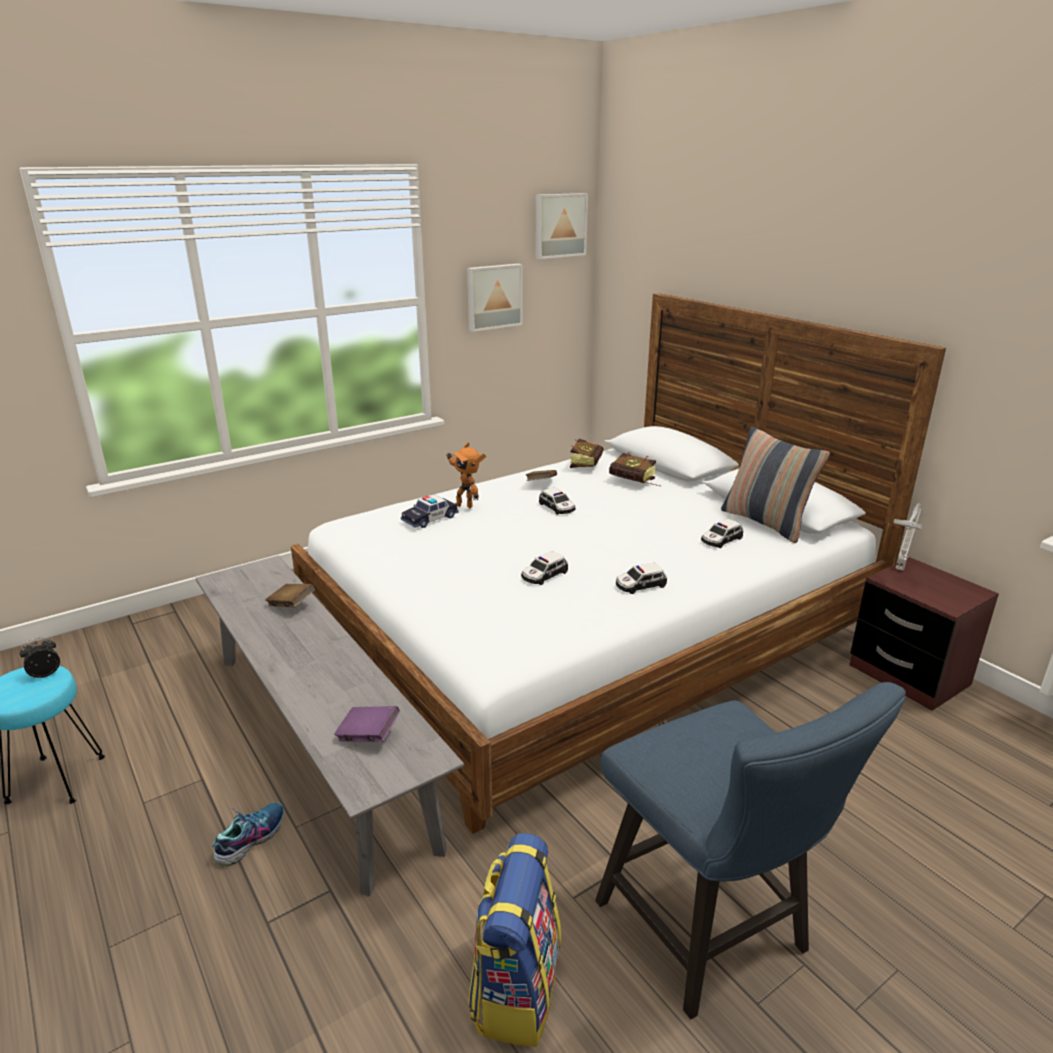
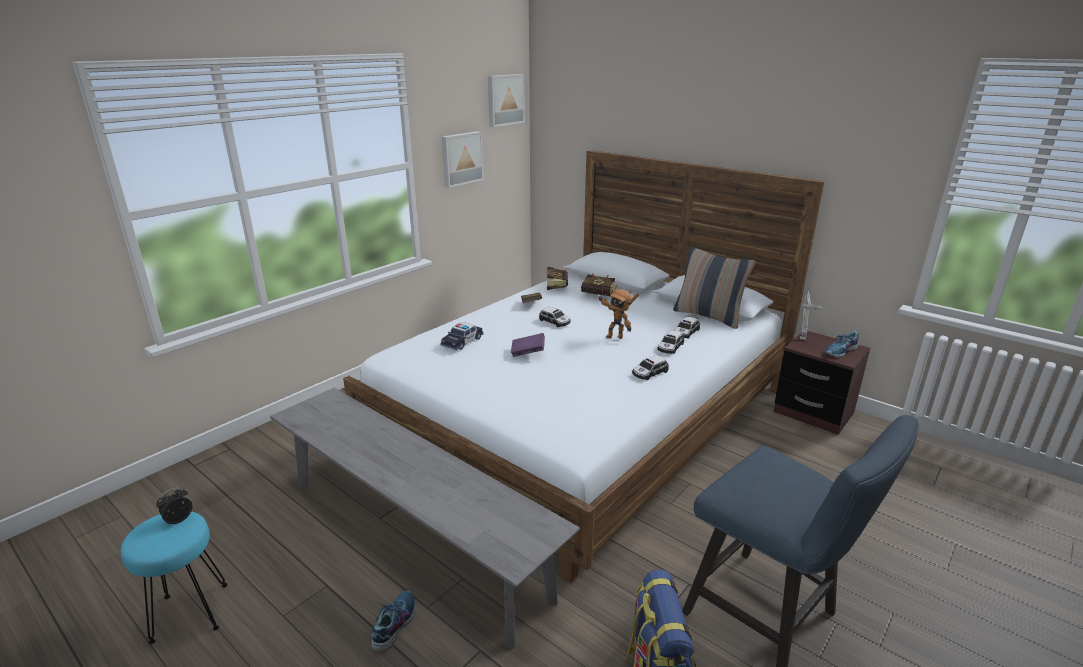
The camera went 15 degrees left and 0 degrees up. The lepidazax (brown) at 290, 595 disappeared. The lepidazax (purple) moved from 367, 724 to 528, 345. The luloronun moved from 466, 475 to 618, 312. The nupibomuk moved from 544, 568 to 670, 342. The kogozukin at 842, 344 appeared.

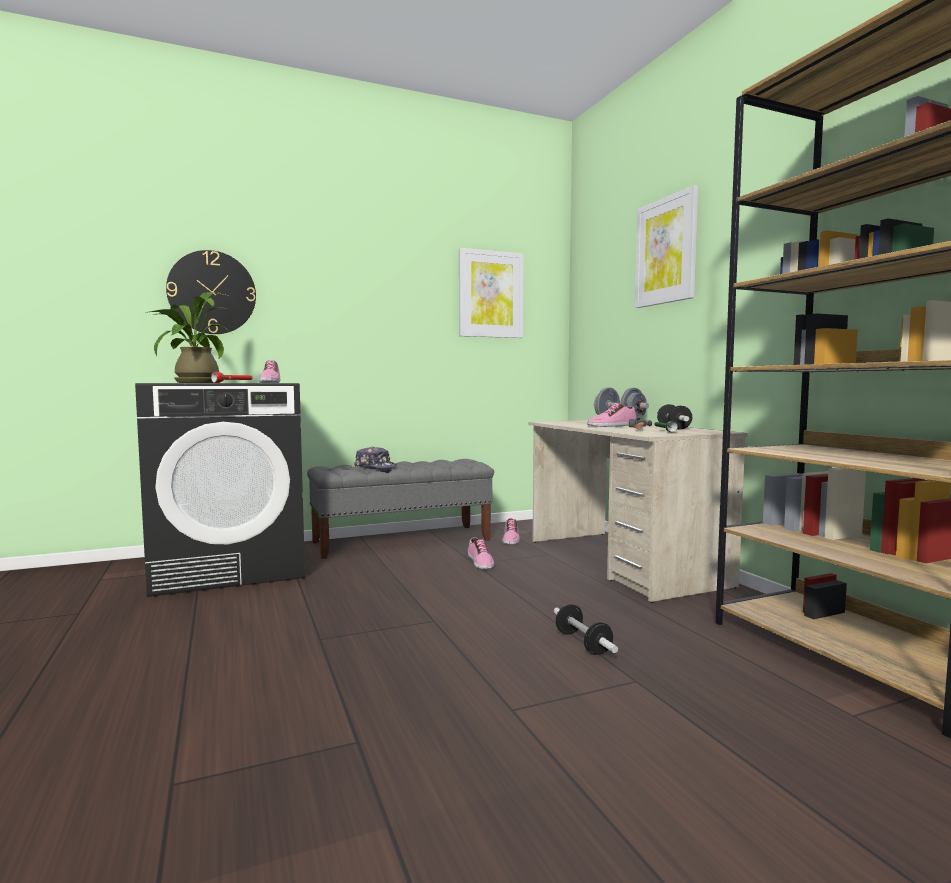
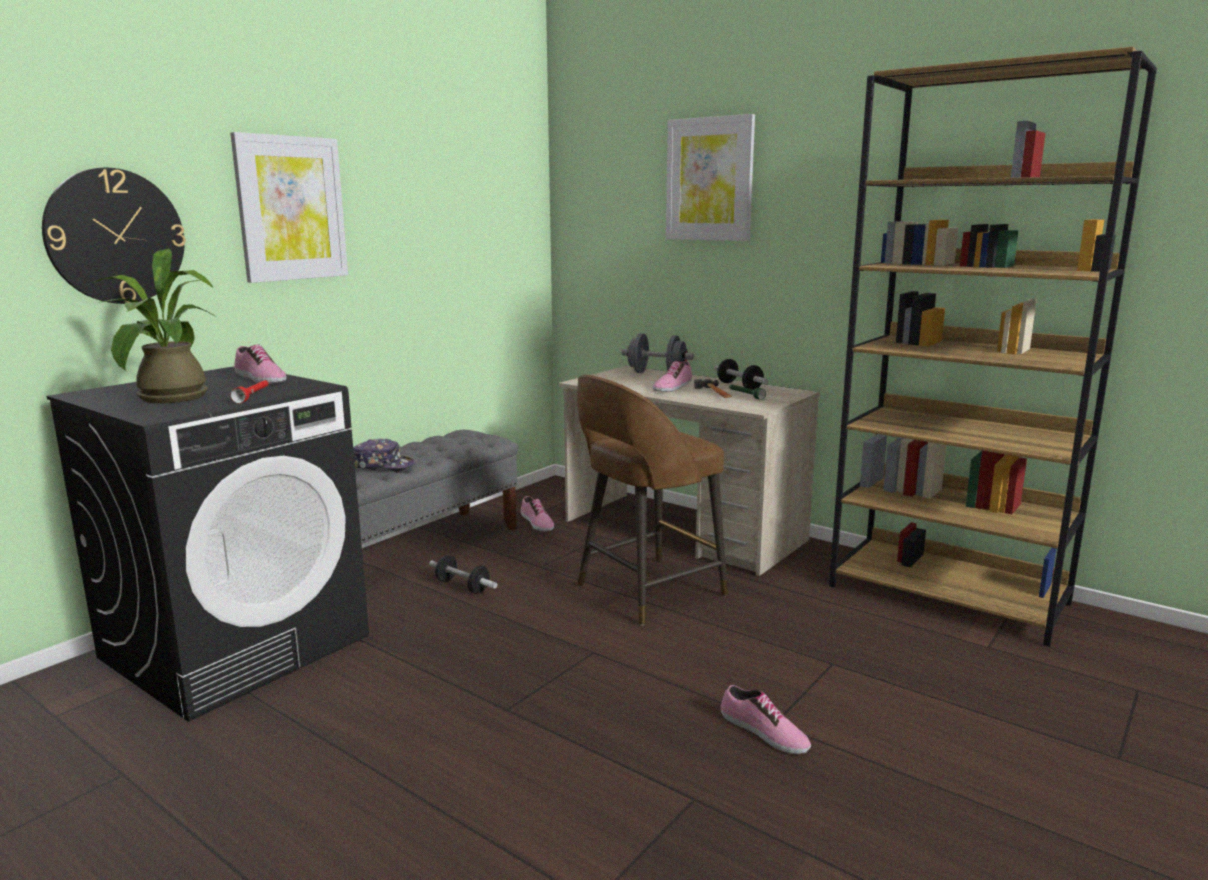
The camera went 30 degrees left and 10 degrees up. The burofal moved from 491, 293 to 289, 207. The kogozukin moved from 481, 553 to 766, 719. The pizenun moved from 586, 629 to 463, 574. The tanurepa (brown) at 652, 500 appeared.

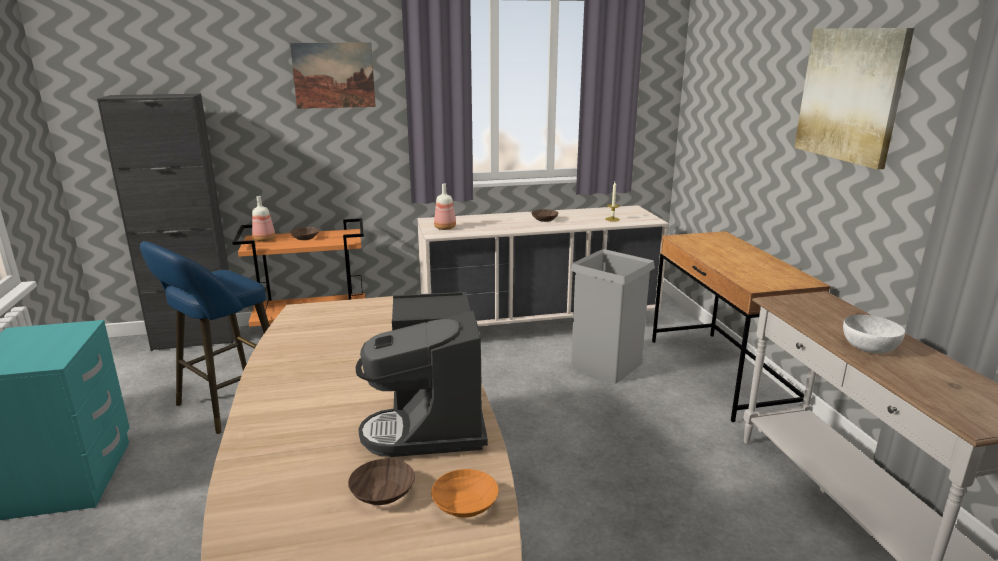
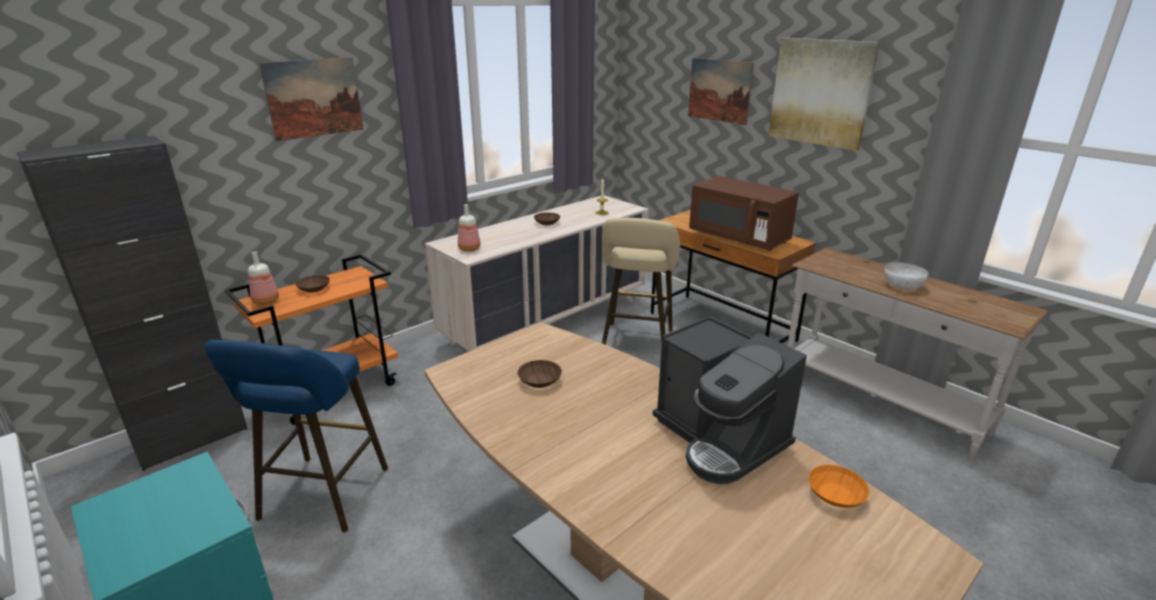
The camera went 30 degrees left and 5 degrees up. The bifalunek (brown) moved from 381, 482 to 540, 374. The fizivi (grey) at 613, 316 was replaced by the tanurepa (beige) at 641, 281. The burofal at 721, 91 appeared. The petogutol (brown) at 744, 213 appeared.

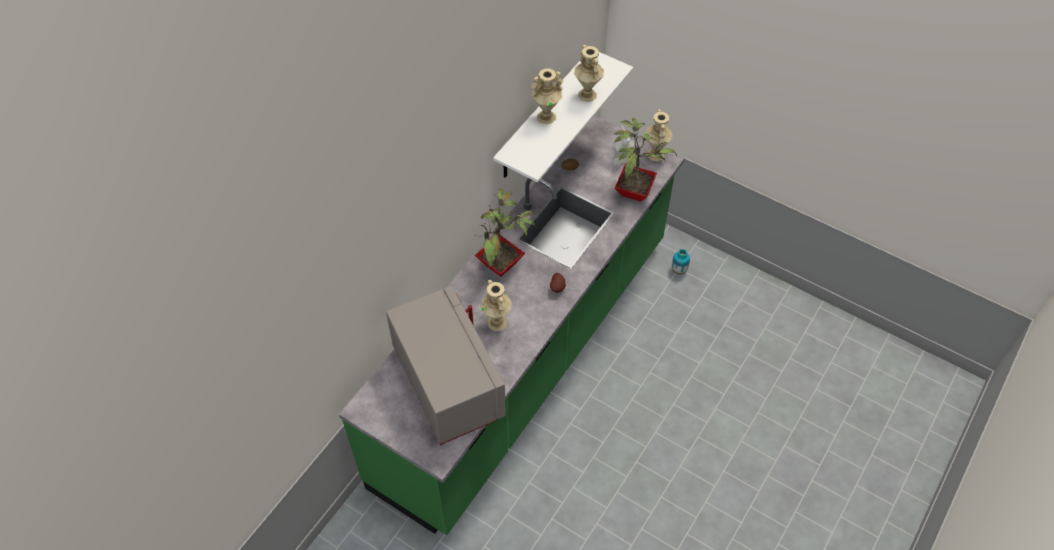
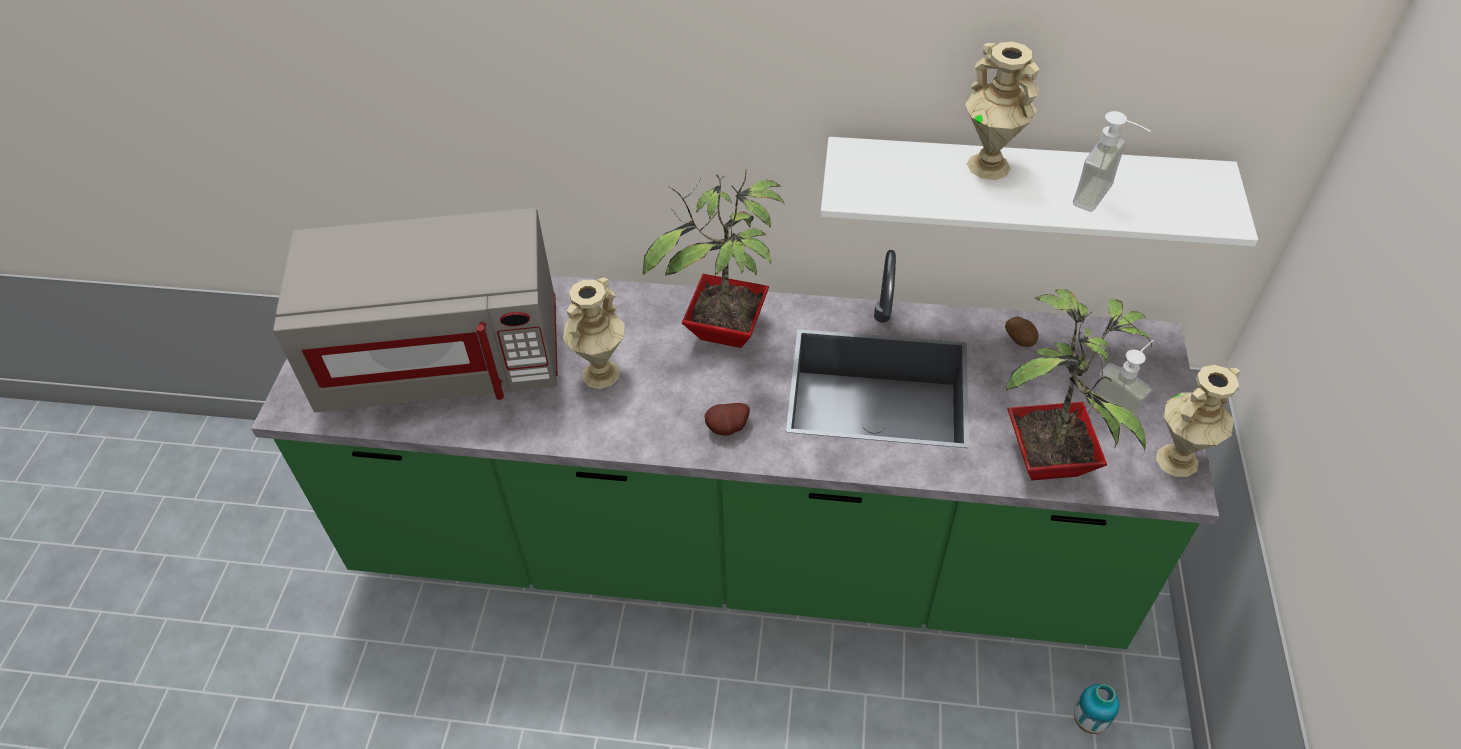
The camera went 65 degrees right and 5 degrees down. The petogutol (grey) at 446, 365 turned 45 degrees clockwise. The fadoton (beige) at 589, 73 was replaced by the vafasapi at 1112, 161.

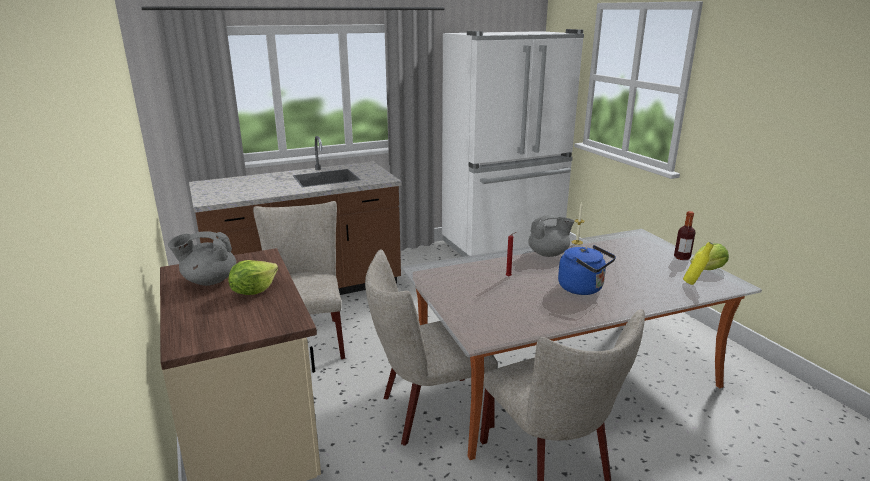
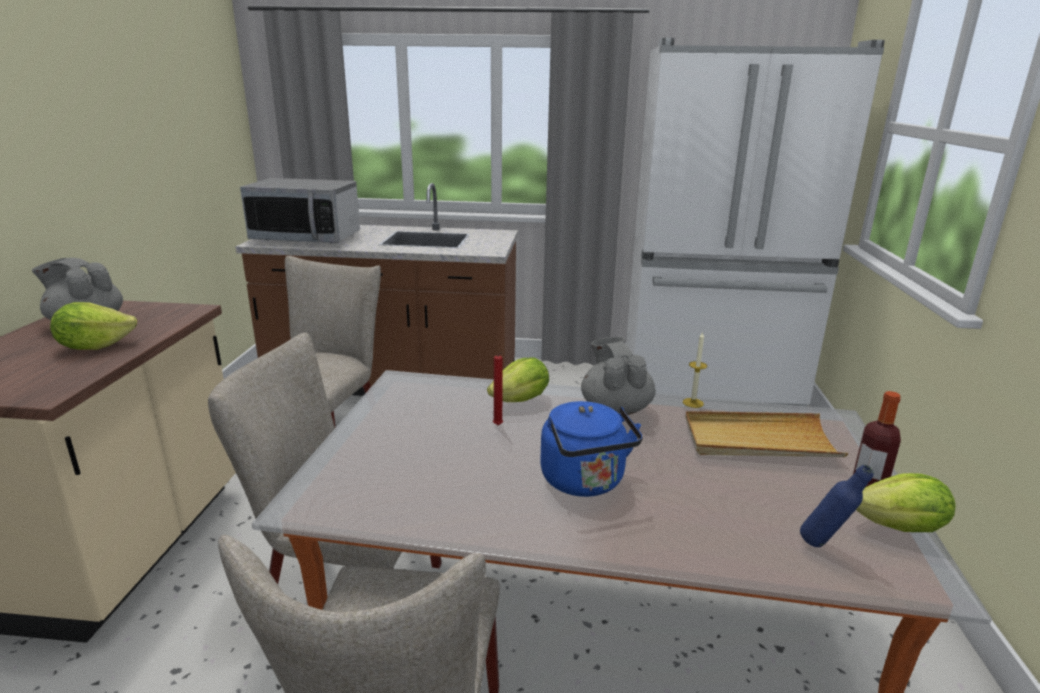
The camera went 30 degrees right and 0 degrees up. The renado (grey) at 551, 236 turned 120 degrees counterclockwise. The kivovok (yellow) at 698, 263 became the kivovok (blue) at 837, 506. The petogutol at 300, 210 appeared. The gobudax at 518, 380 appeared. The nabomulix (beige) at 766, 434 appeared.

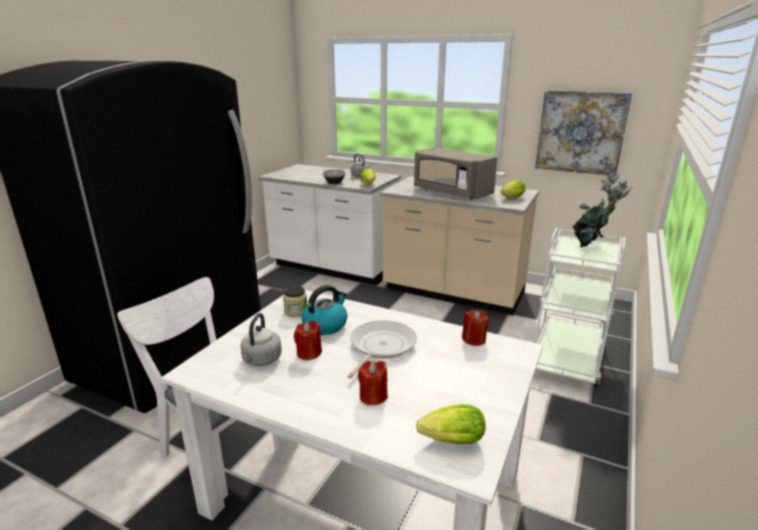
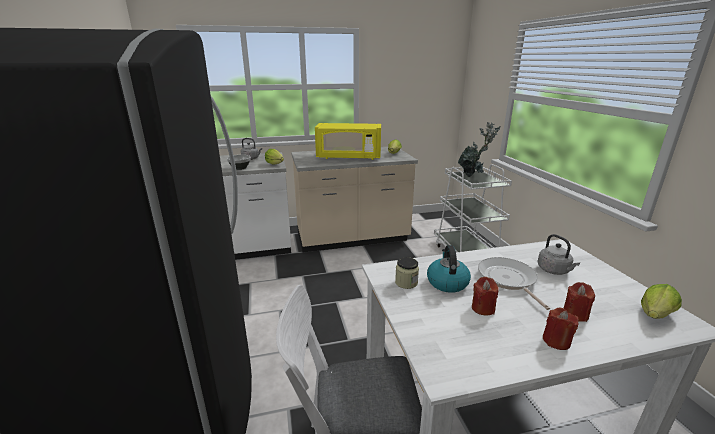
The camera went 40 degrees left and 0 degrees up. The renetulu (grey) moved from 261, 339 to 558, 254. The petogutol (grey) at 456, 173 became the petogutol (yellow) at 348, 141. The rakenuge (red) moved from 475, 328 to 561, 329. The burofal at 583, 133 disappeared.

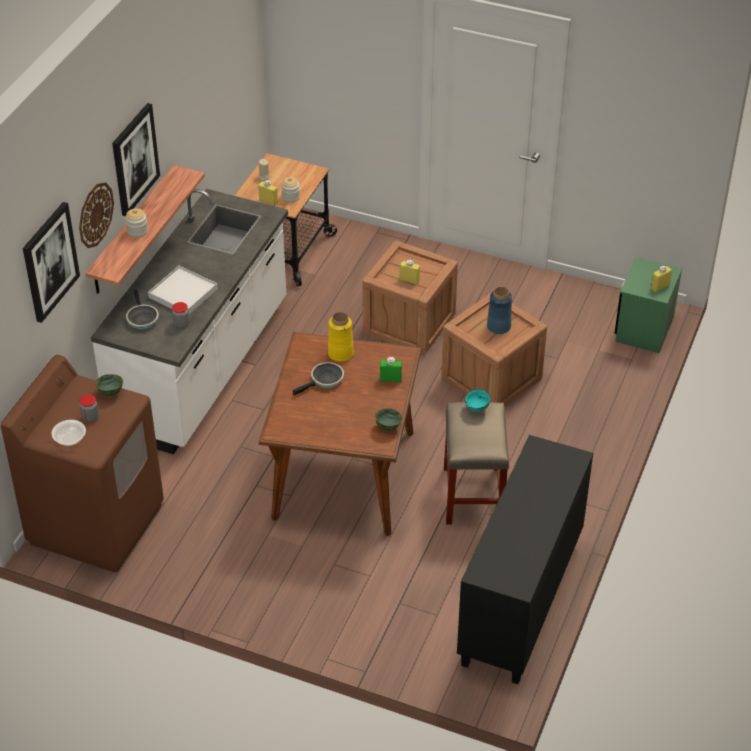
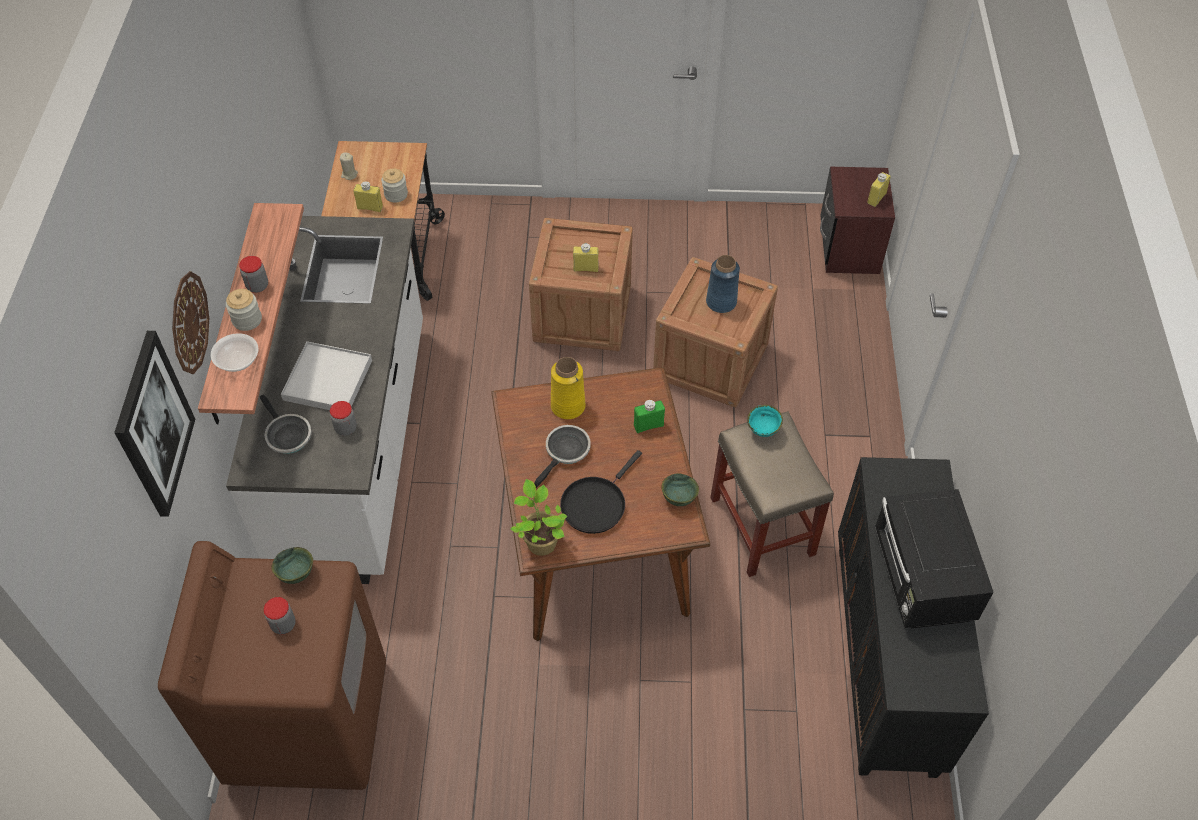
The camera went 20 degrees left and 10 degrees up. The bifalunek moved from 69, 433 to 234, 352. The burofal at 136, 159 disappeared. The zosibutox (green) at 648, 305 became the zosibutox (brown) at 857, 220. The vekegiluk at 253, 274 appeared. The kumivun at 538, 517 appeared. The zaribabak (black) at 601, 492 appeared. The petogutol (black) at 934, 558 appeared.

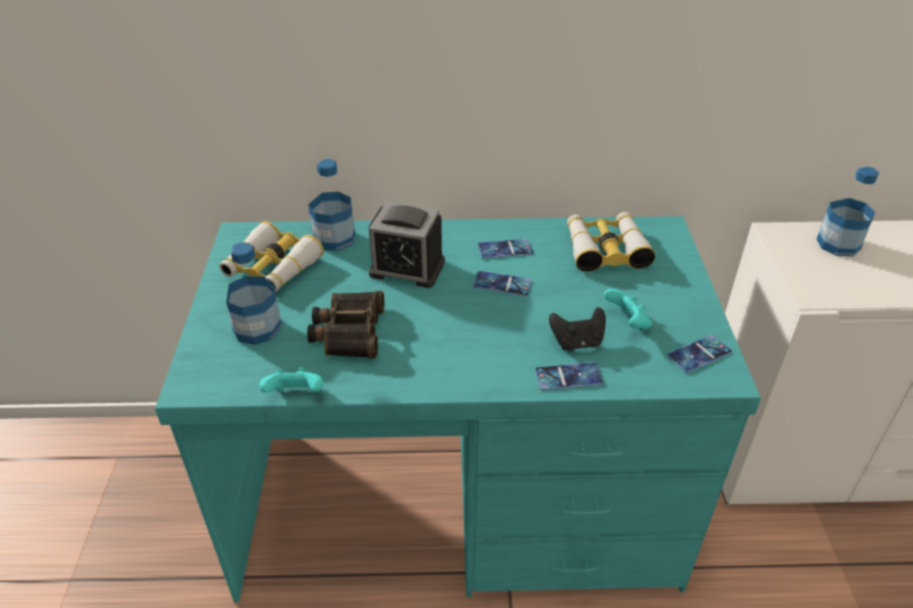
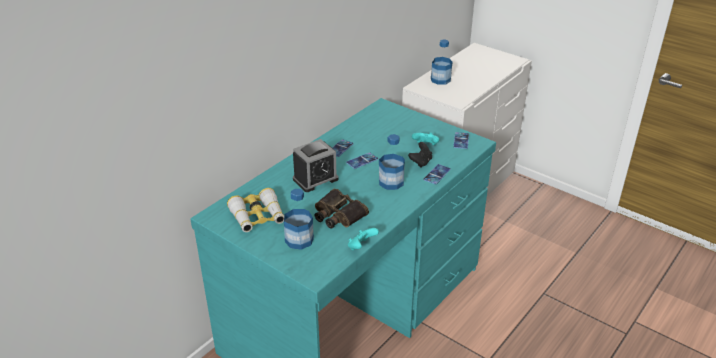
The camera went 50 degrees left and 5 degrees down. The kivovok moved from 331, 205 to 392, 162. The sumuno at 611, 242 disappeared.

